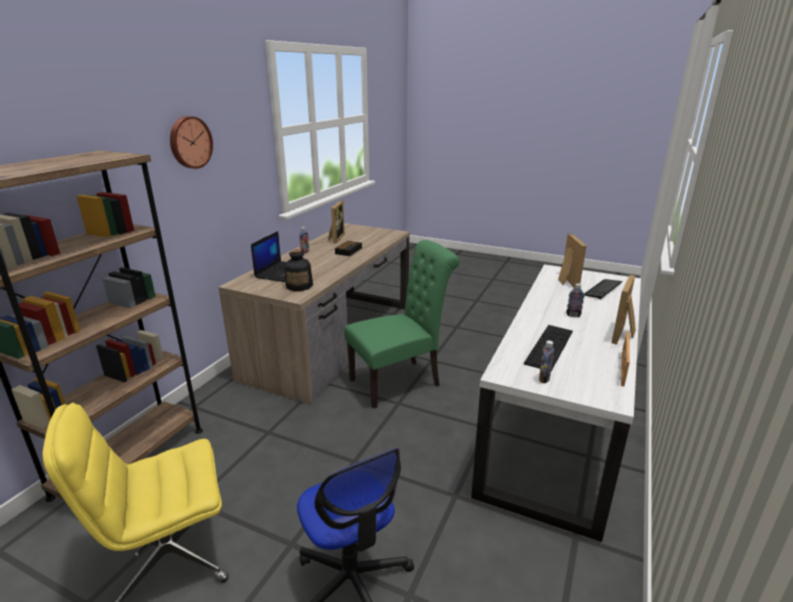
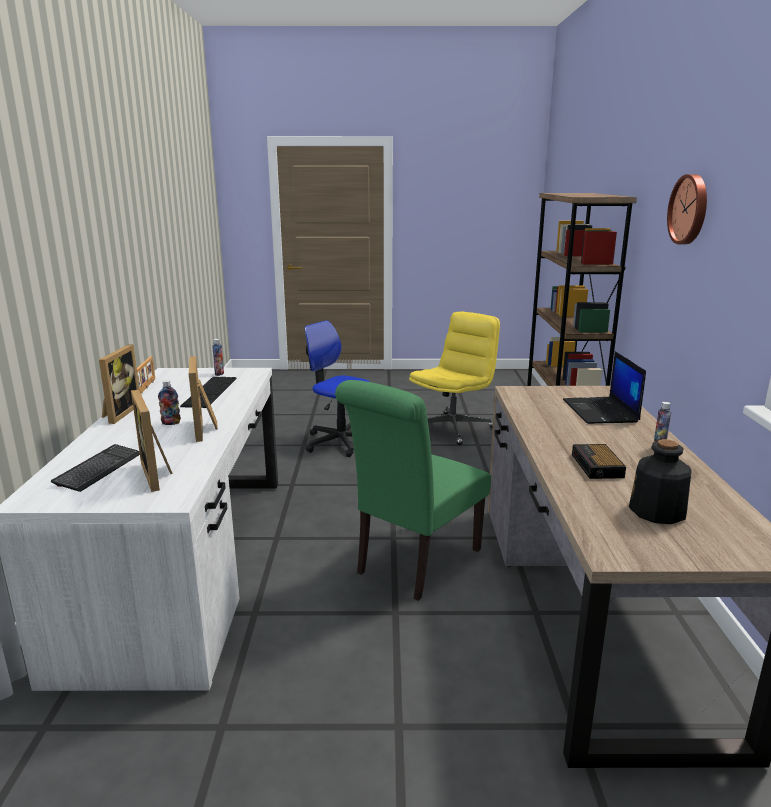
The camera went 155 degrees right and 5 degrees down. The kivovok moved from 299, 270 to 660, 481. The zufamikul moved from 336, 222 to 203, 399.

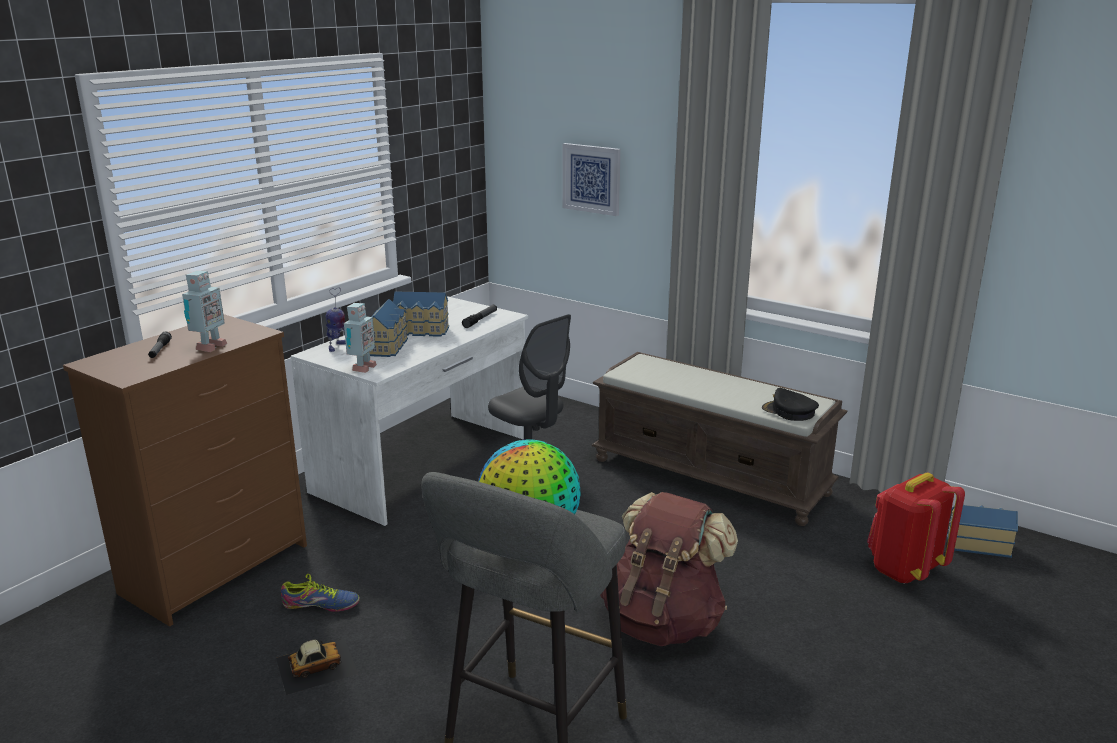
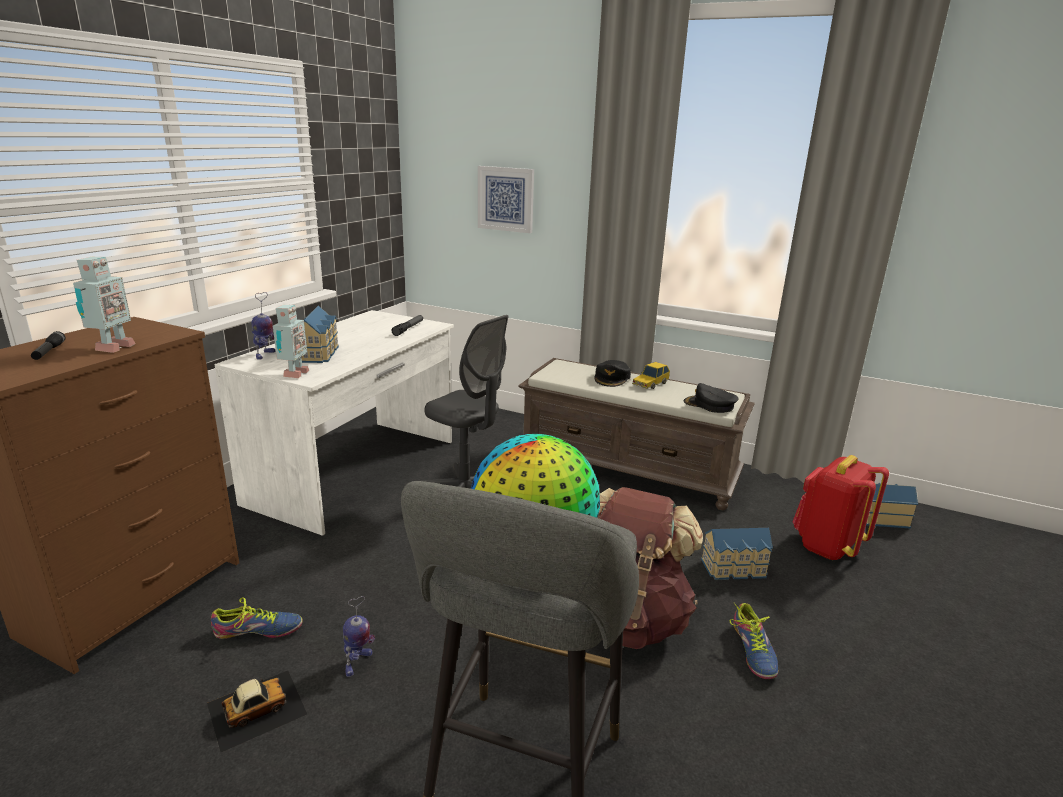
The camera went 10 degrees left and 0 degrees up. The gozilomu moved from 421, 314 to 737, 554. The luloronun at 359, 636 appeared. The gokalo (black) at 612, 373 appeared. The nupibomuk at 651, 375 appeared. The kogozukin at 754, 641 appeared.

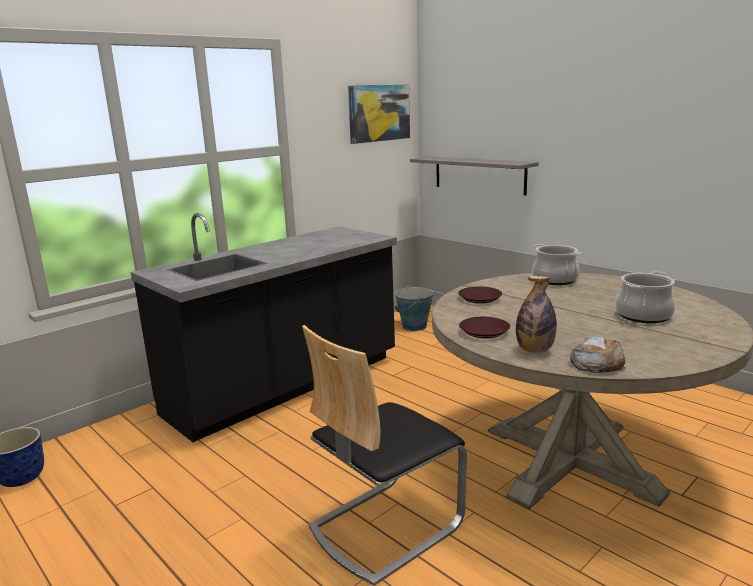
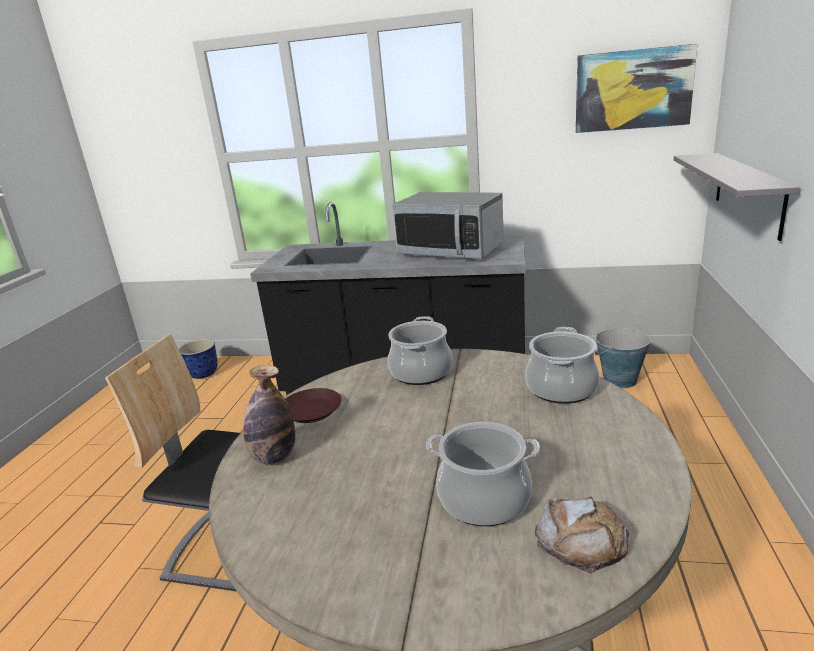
The camera went 55 degrees right and 5 degrees up. The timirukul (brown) at 480, 295 was replaced by the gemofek at 420, 350. The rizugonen moved from 597, 354 to 582, 535. The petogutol at 448, 225 appeared.

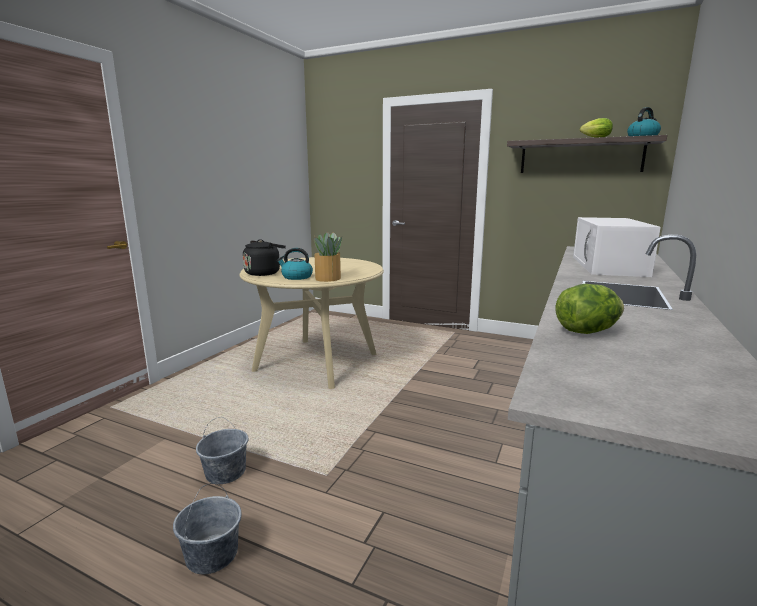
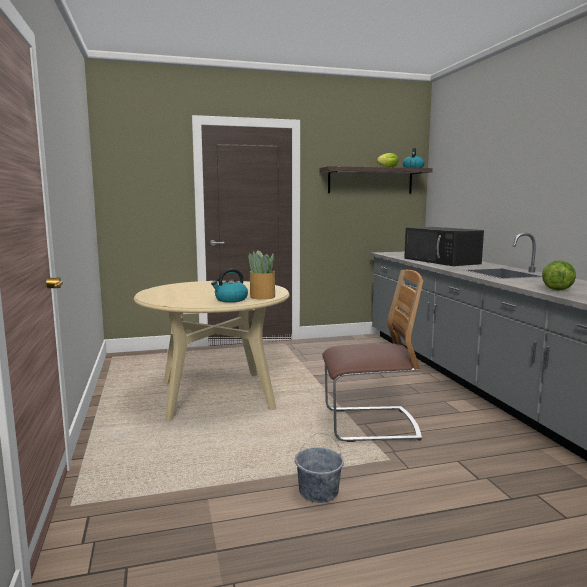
The camera went 40 degrees left and 5 degrees down. The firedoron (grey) at 207, 528 disappeared. The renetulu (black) at 264, 257 disappeared. The petogutol (white) at 617, 247 became the petogutol (black) at 444, 246. The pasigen at 372, 356 appeared.

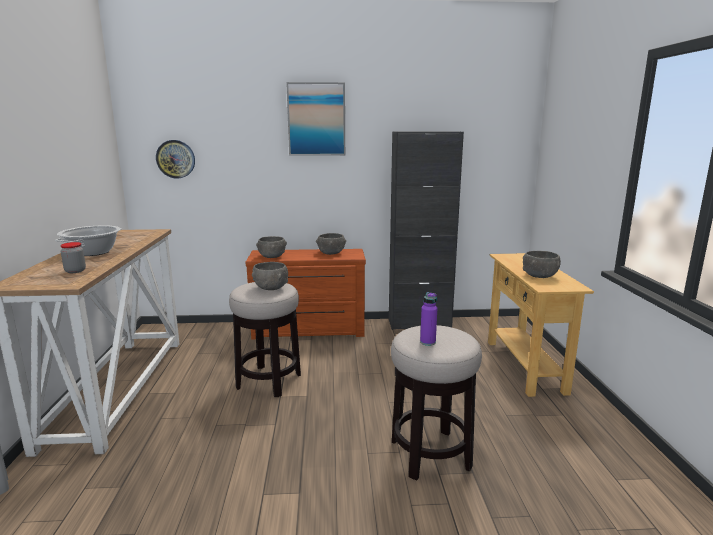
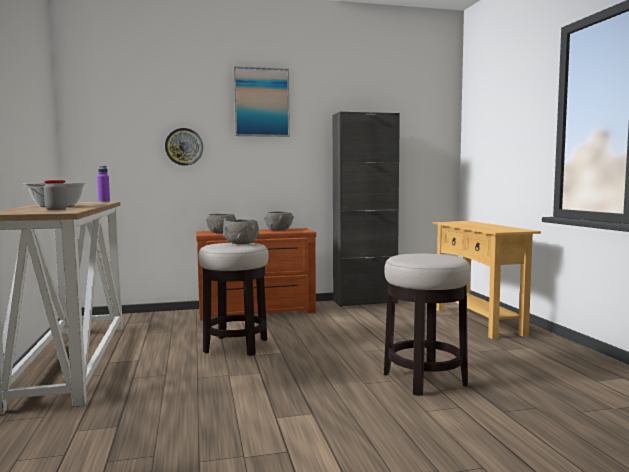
The camera went 10 degrees left and 10 degrees down. The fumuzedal moved from 175, 159 to 184, 147. The kivovok (purple) moved from 428, 319 to 103, 184. The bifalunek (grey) at 542, 264 disappeared.

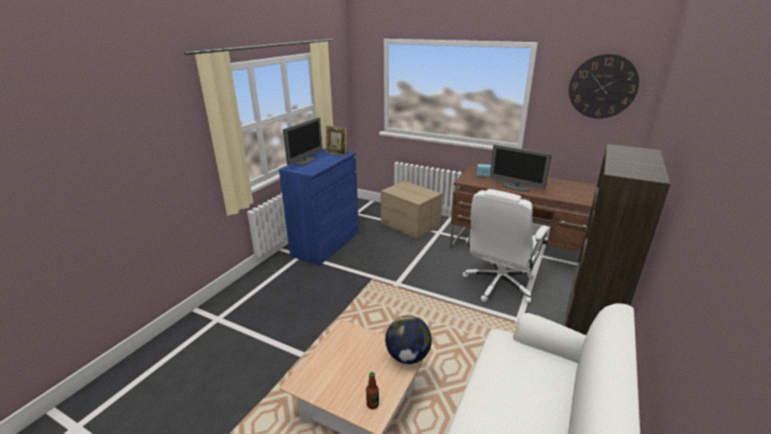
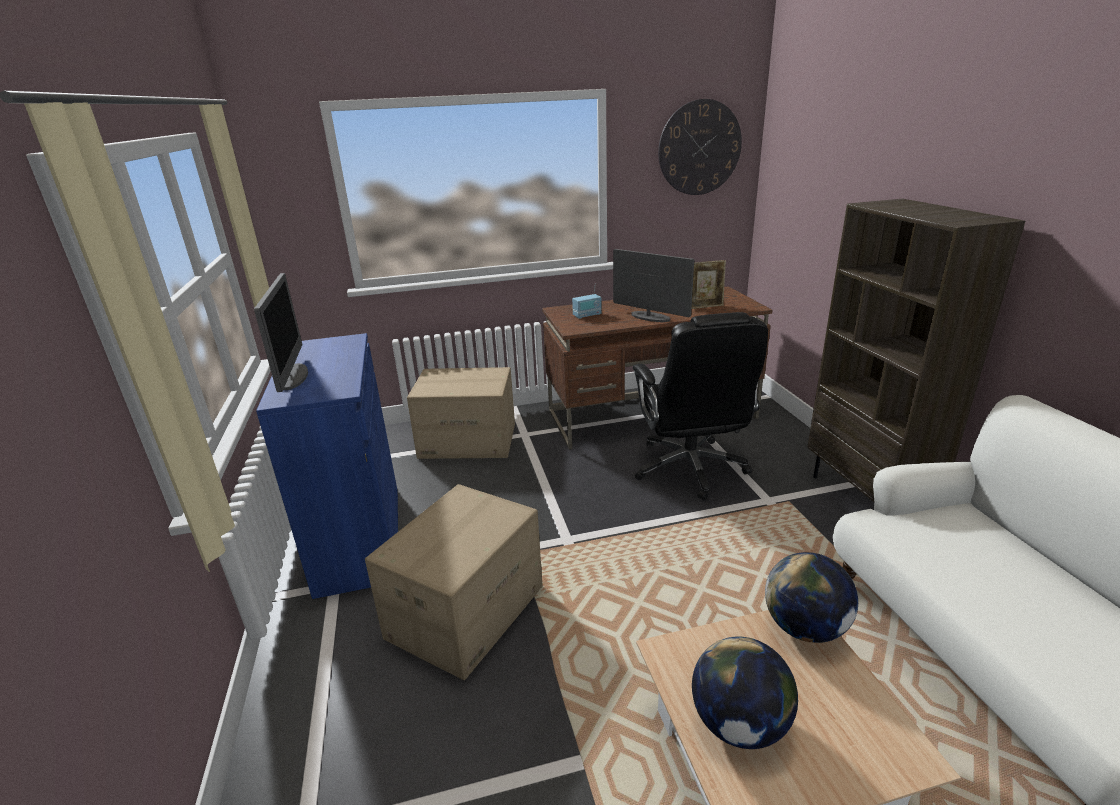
The camera went 40 degrees left and 0 degrees up. The zufamikul moved from 336, 140 to 709, 284. The kivovok at 372, 390 disappeared. The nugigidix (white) at 506, 246 became the nugigidix (black) at 700, 406. The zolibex at 521, 167 turned 135 degrees counterclockwise. The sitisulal at 454, 582 appeared. The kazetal at 745, 692 appeared.

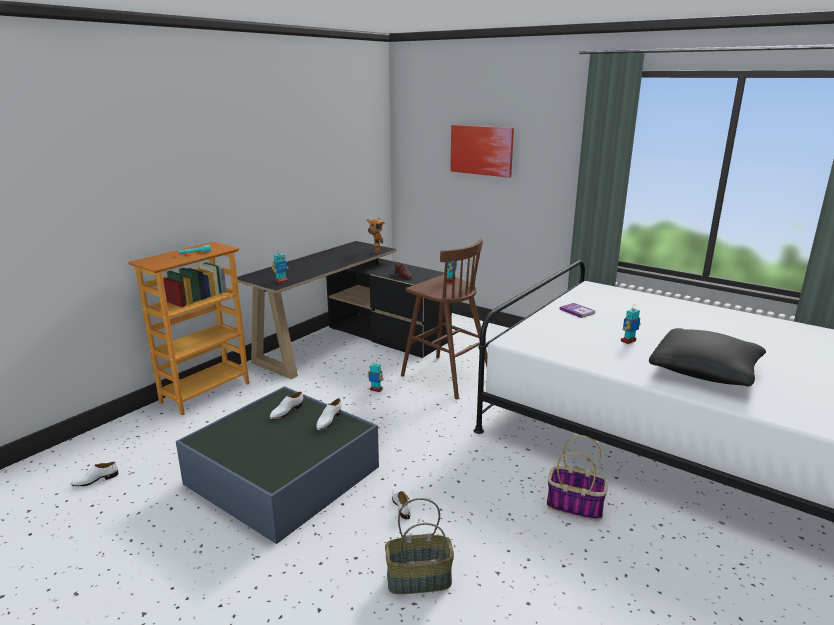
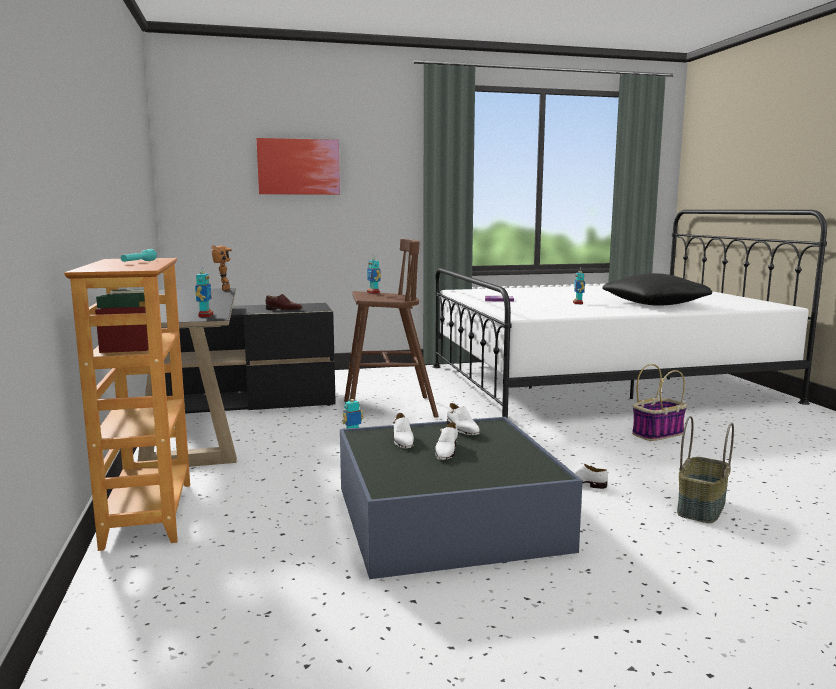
The camera went 50 degrees left and 10 degrees down. The kogozukin (white) moved from 94, 474 to 446, 441.

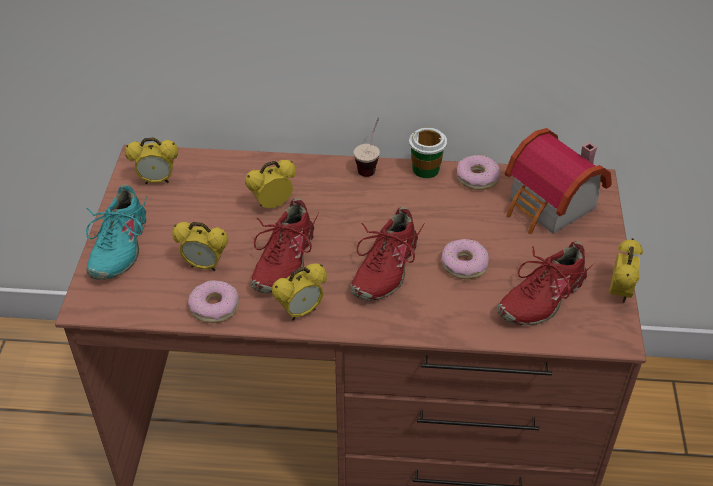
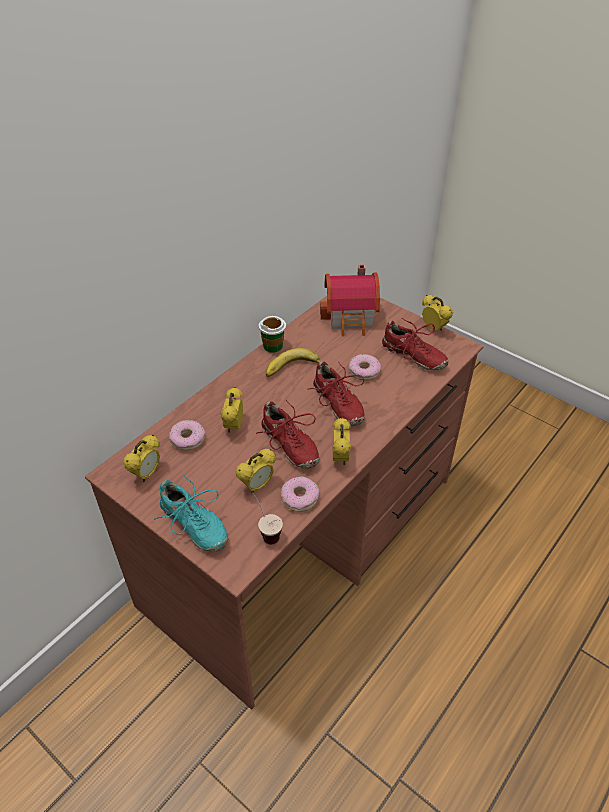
The camera went 55 degrees left and 0 degrees up. The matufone moved from 367, 147 to 267, 518. The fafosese moved from 478, 172 to 187, 435. The kogozukin (red) at 545, 283 turned 45 degrees counterclockwise. The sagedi at 293, 362 appeared.

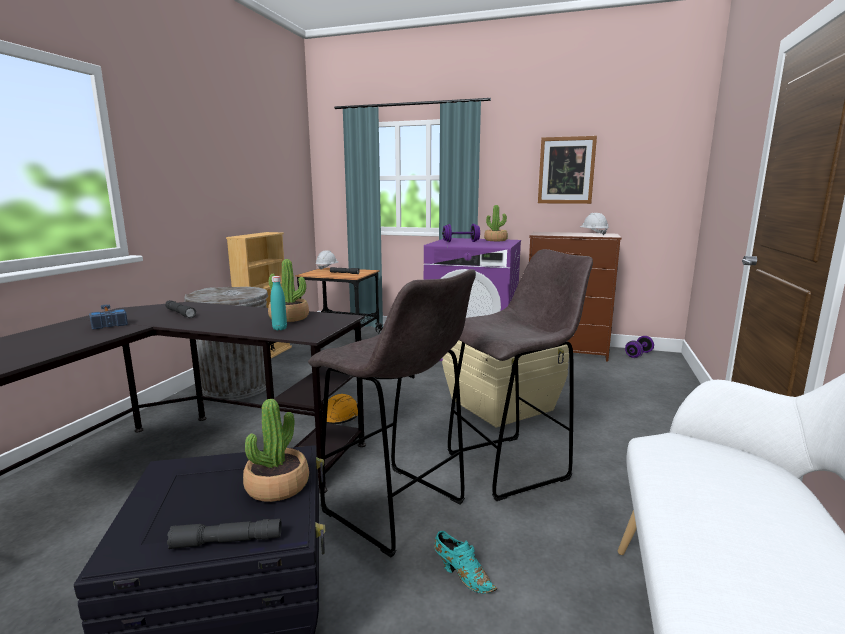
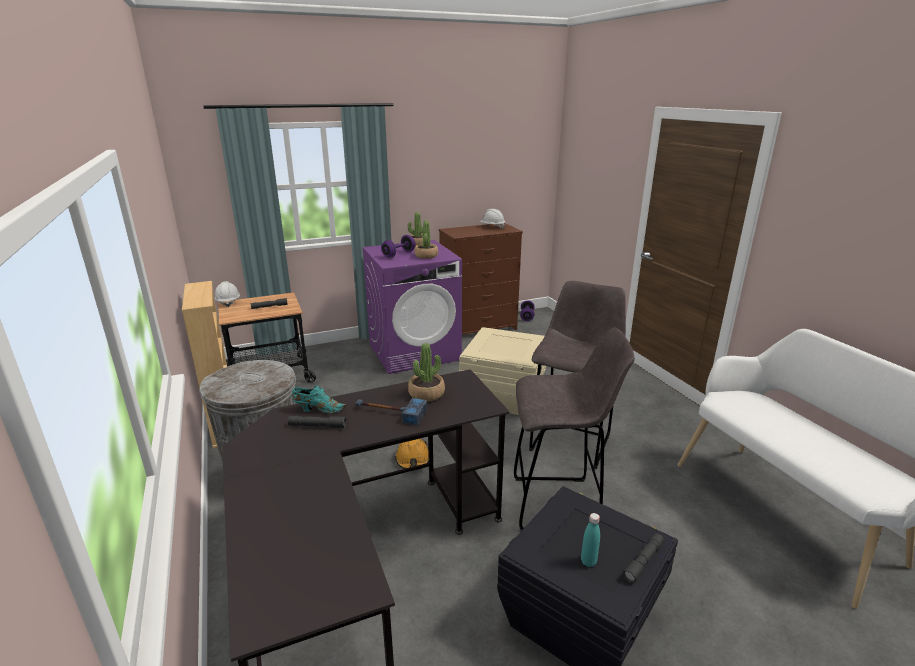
The camera went 40 degrees left and 10 degrees up. The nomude moved from 108, 317 to 391, 412. The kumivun moved from 276, 450 to 426, 240. The kivovok (turquoise) moved from 278, 303 to 590, 540. The kogozukin (turquoise) moved from 465, 562 to 319, 399. The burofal at 567, 170 disappeared.

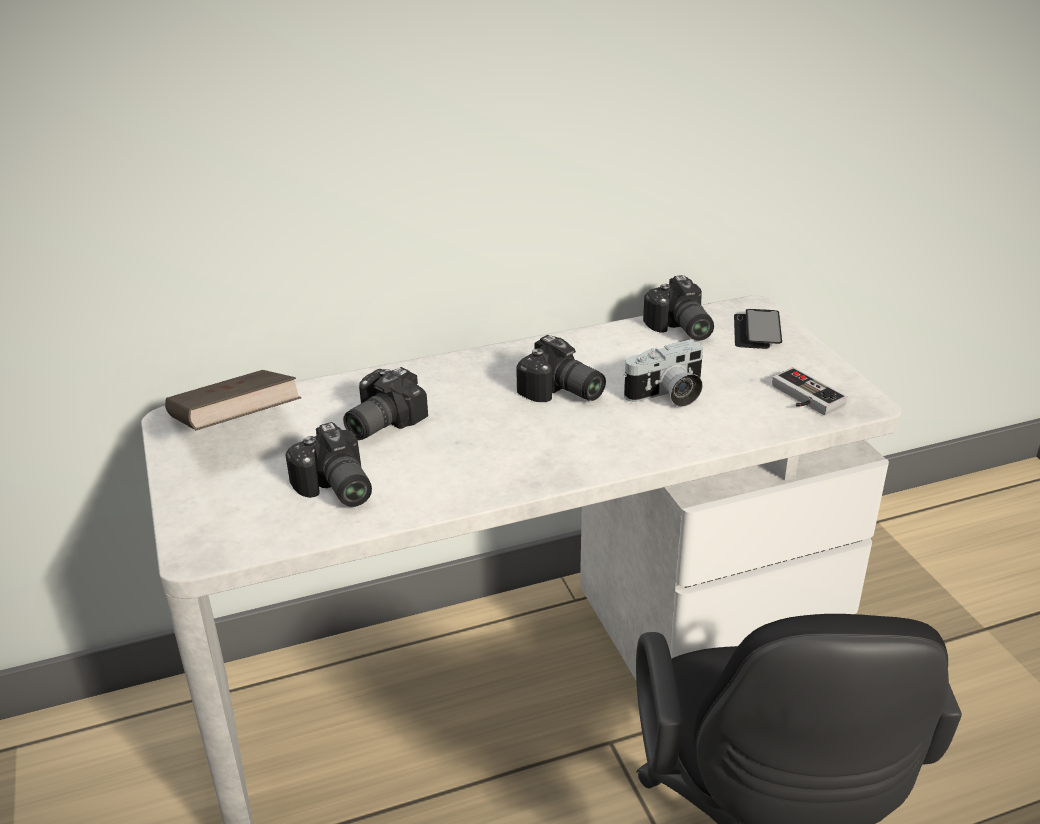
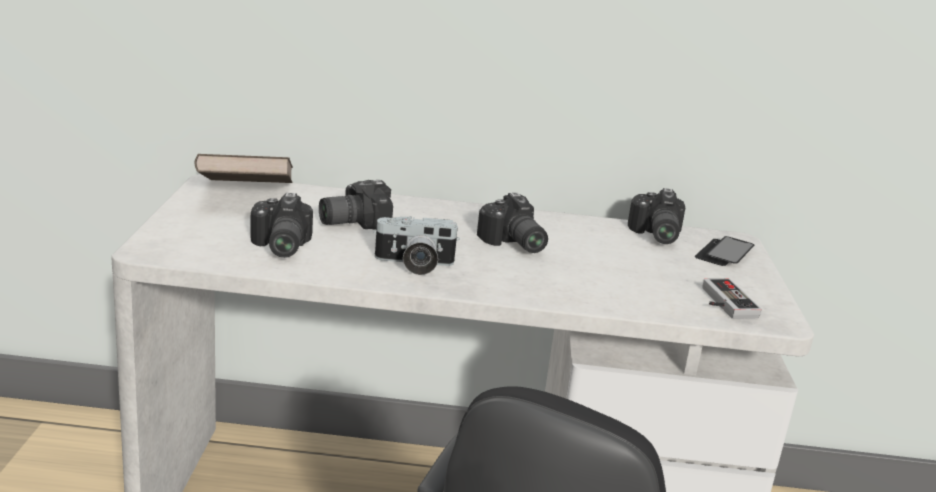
The camera went 20 degrees right and 10 degrees down. The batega moved from 663, 373 to 416, 245.

